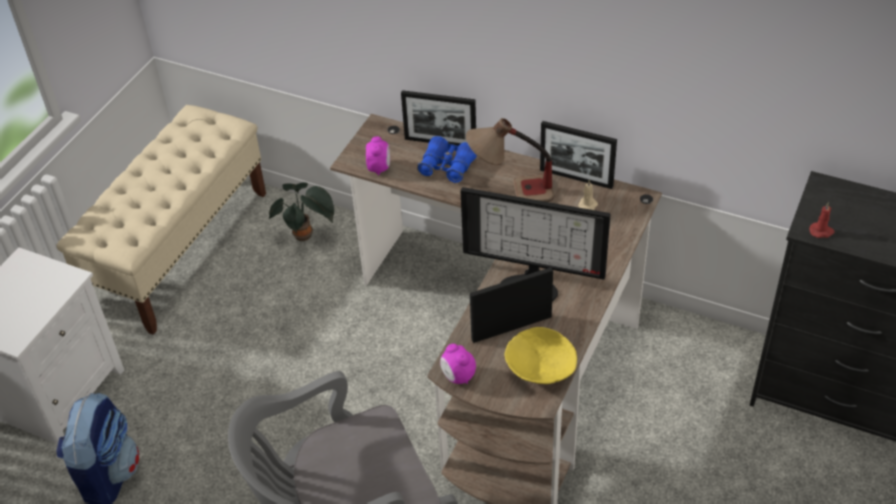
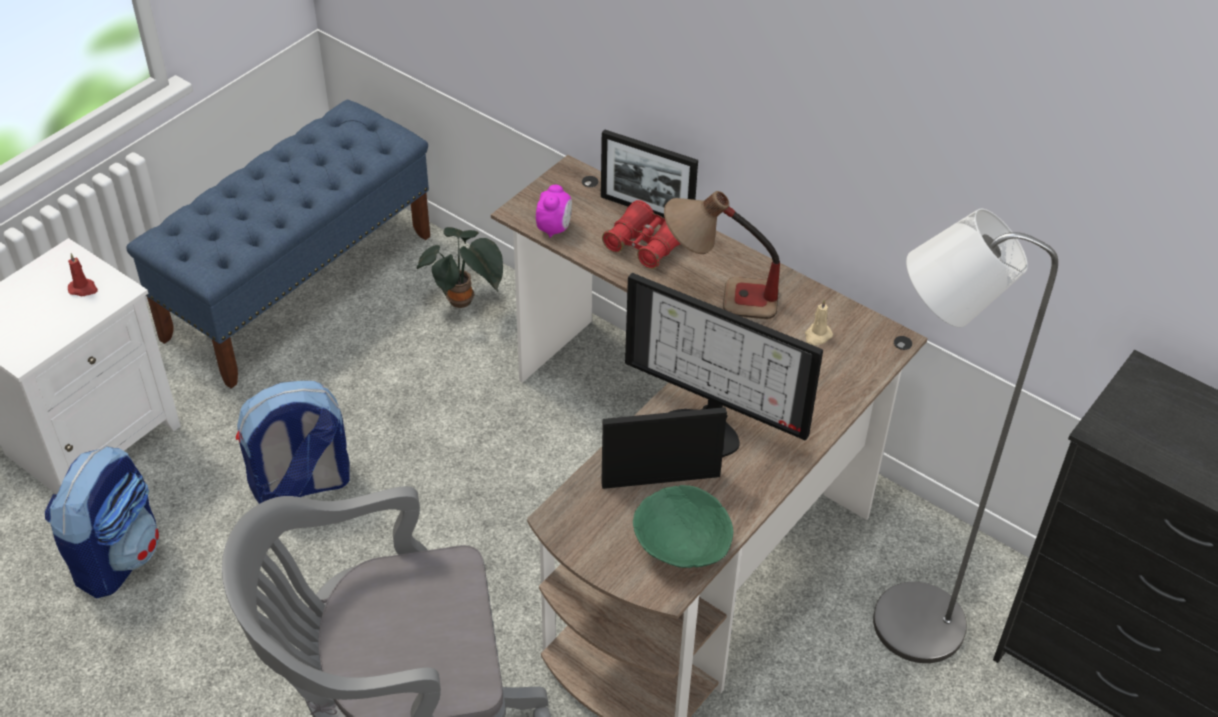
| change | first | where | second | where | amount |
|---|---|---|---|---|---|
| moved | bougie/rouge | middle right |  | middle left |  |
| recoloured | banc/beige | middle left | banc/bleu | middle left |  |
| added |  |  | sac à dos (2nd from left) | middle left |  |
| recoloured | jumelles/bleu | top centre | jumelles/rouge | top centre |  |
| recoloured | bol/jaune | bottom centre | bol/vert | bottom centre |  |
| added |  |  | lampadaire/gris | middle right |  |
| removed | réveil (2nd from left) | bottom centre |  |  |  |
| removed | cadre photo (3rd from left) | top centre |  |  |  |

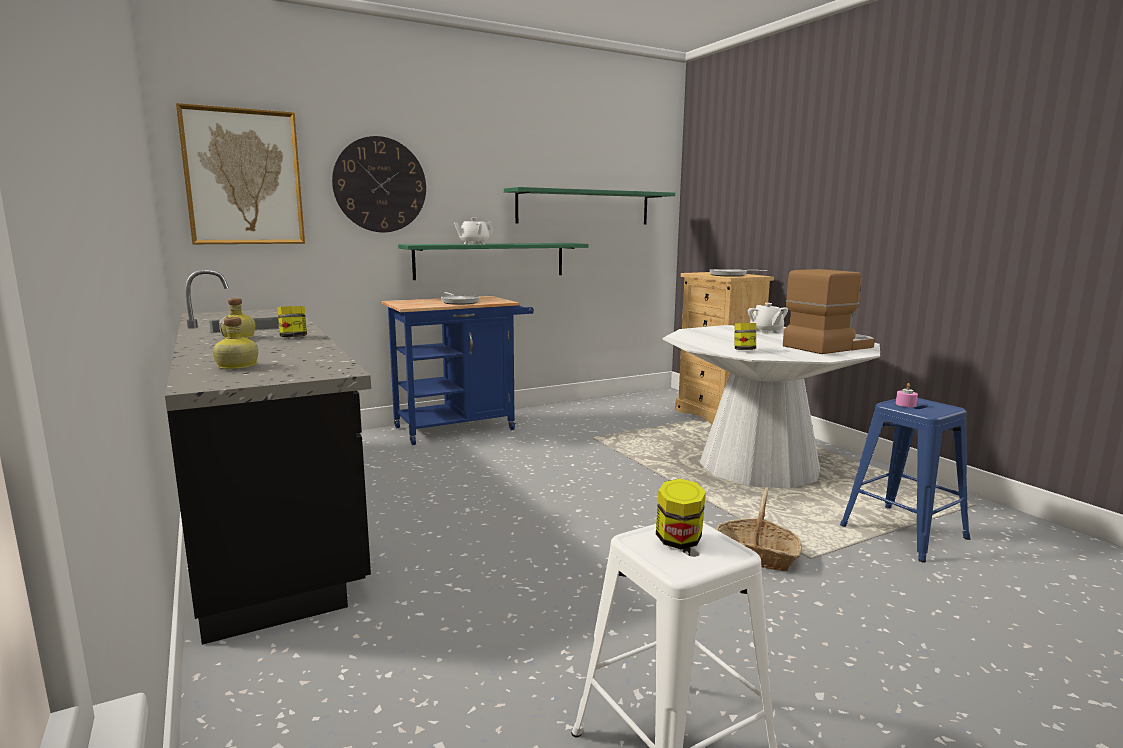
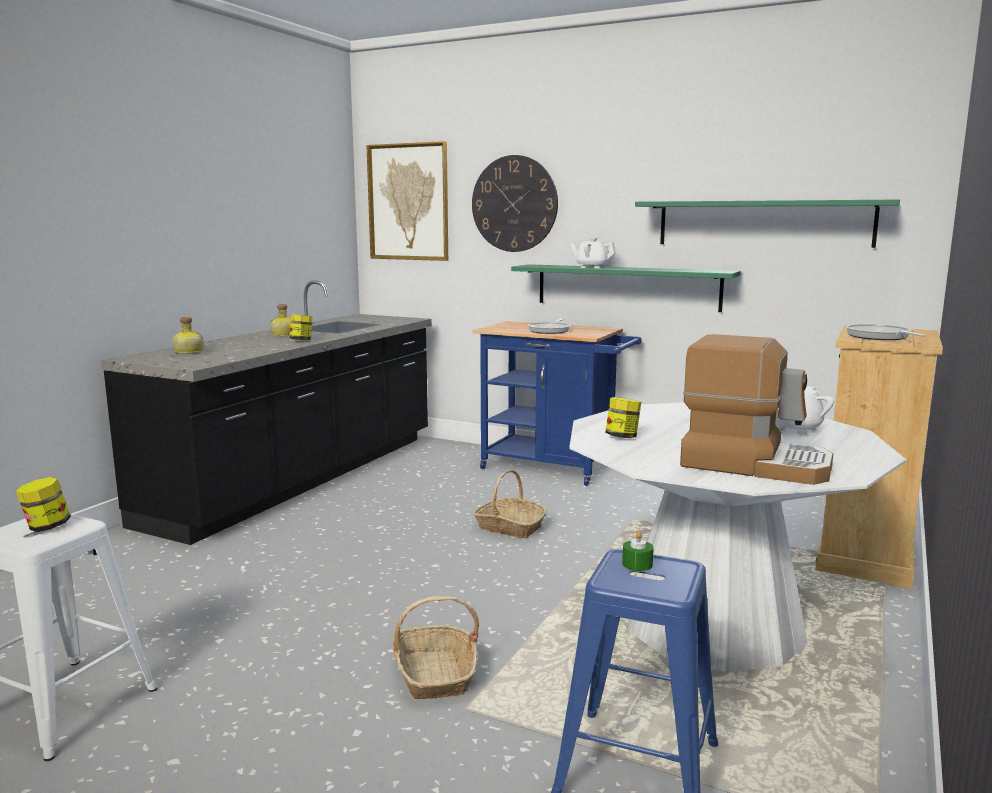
| change | first | where | second | where | amount |
|---|---|---|---|---|---|
| added |  |  | panier (2nd from left) | centre |  |
| recoloured | bougie/rose | middle right | bougie/vert | bottom centre |  |

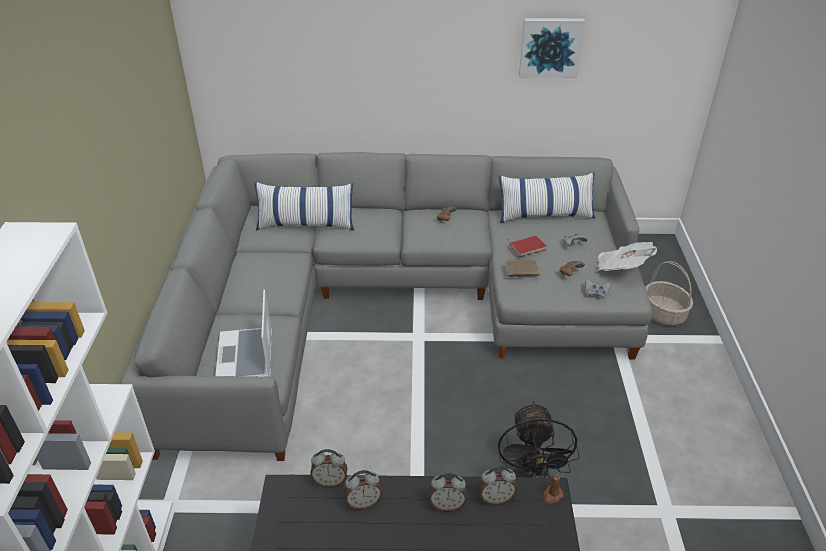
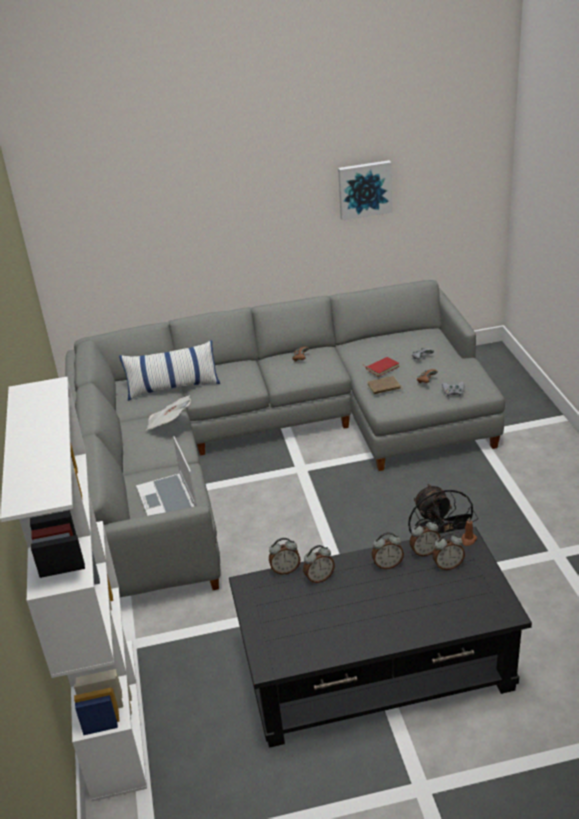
| change | first | where | second | where | amount |
|---|---|---|---|---|---|
| moved | journal | middle right |  | middle left |  |
| added |  |  | réveil (5th from left) | bottom right |  |
| removed | coussin (2nd from left) | centre |  |  |  |
| removed | panier | middle right |  |  |  |

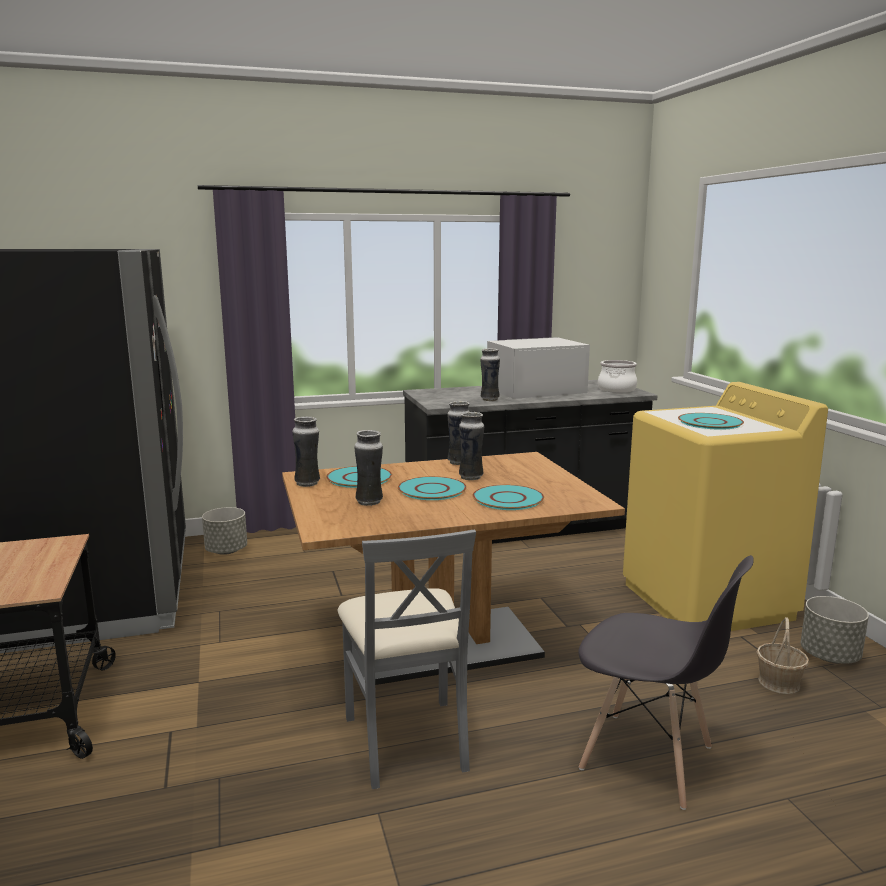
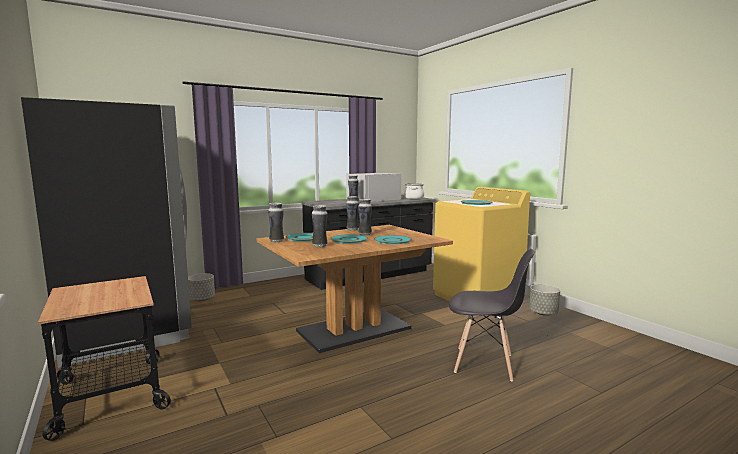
| change | first | where | second | where | amount |
|---|---|---|---|---|---|
| removed | chaise/gris (1st from left) | bottom centre |  |  |  |
| removed | panier | bottom right |  |  |  |

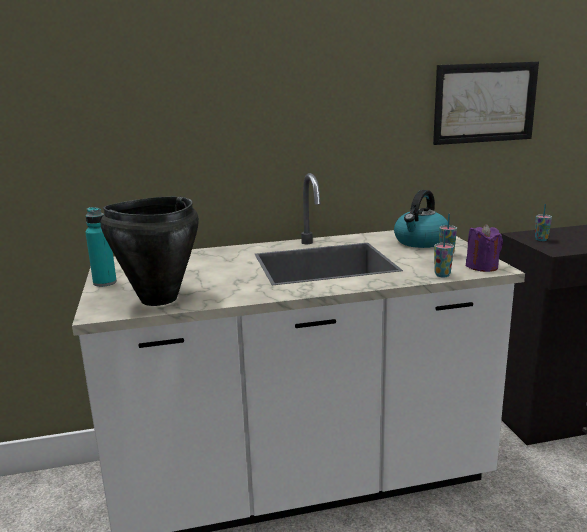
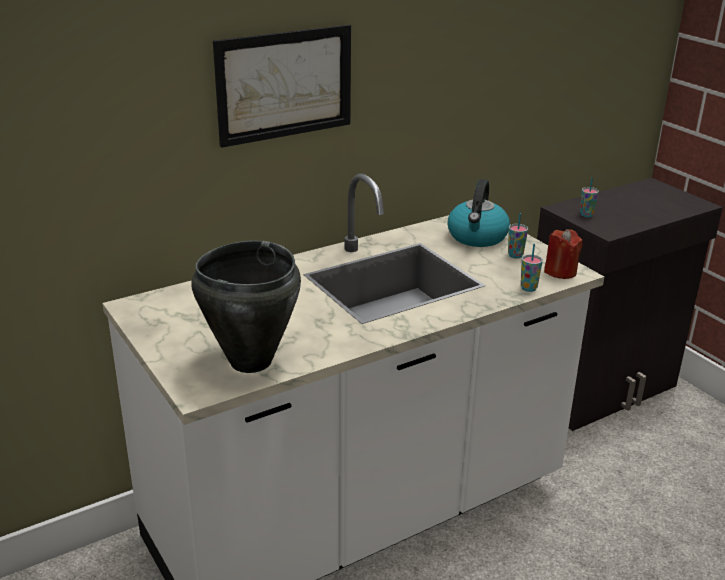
| change | first | where | second | where | amount |
|---|---|---|---|---|---|
| moved | tableau | top right |  | top centre |  |
| recoloured | bougie/violet | middle right | bougie/rouge | middle right |  |
| removed | bouteille/turquoise | middle left |  |  |  |

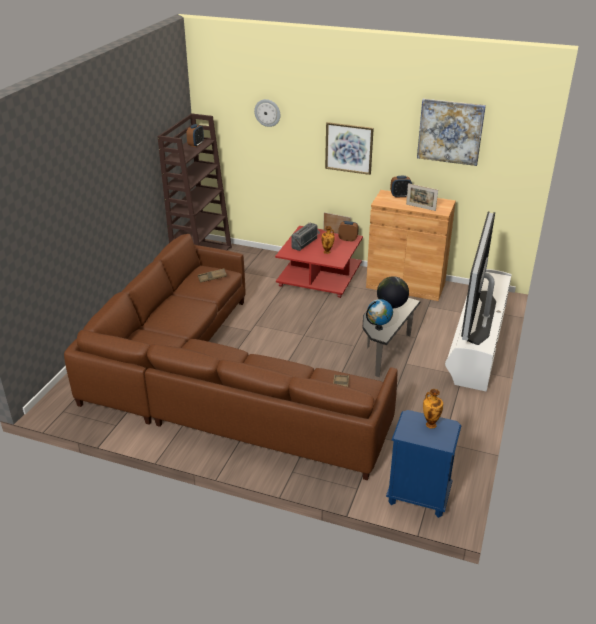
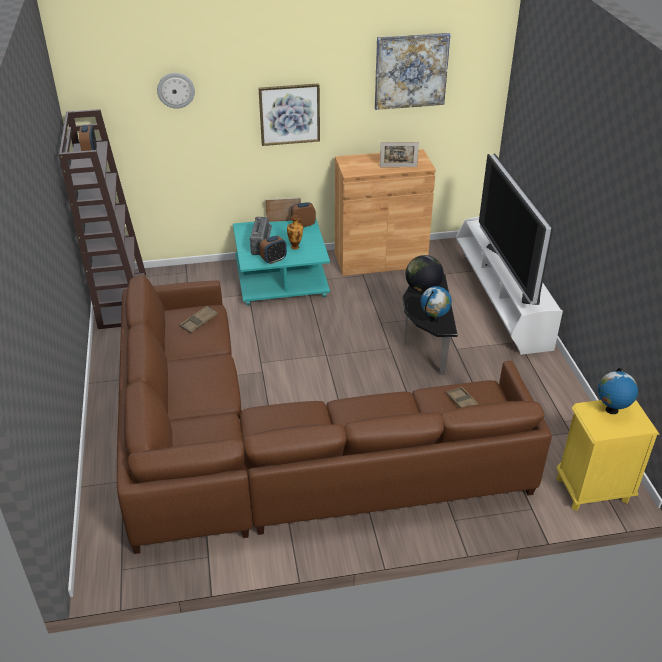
| change | first | where | second | where | amount |
|---|---|---|---|---|---|
| recoloured | table basse/rouge | centre | table basse/turquoise | centre |  |
| moved | réveil (3rd from left in the first image) | top right | réveil (2nd from left) | centre |  |
| recoloured | table de chevet/bleu | bottom right | table de chevet/jaune | bottom right |  |
| replaced | vase (2nd from left) | middle right | globe (3rd from left) | middle right |  |

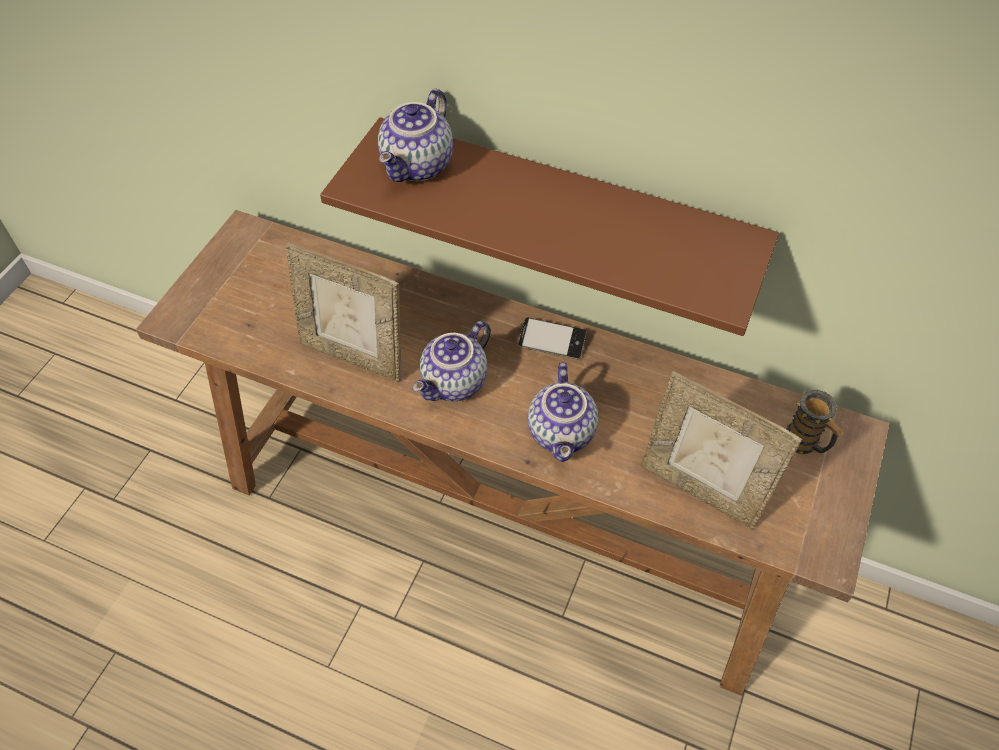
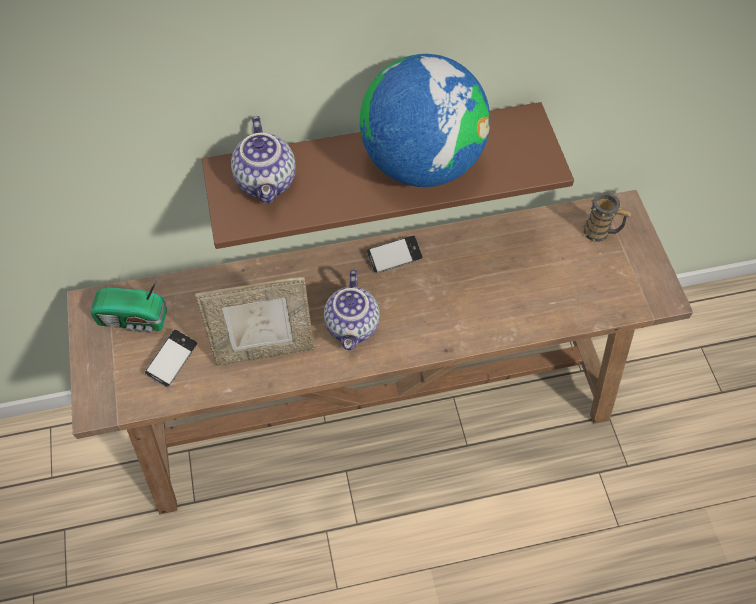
| change | first | where | second | where | amount |
|---|---|---|---|---|---|
| added |  |  | radio | middle left |  |
| added |  |  | téléphone (1st from left) | middle left |  |
| added |  |  | globe | top centre |  |
| removed | théière (3rd from left) | centre |  |  |  |
| removed | cadre photo (2nd from left) | middle right |  |  |  |

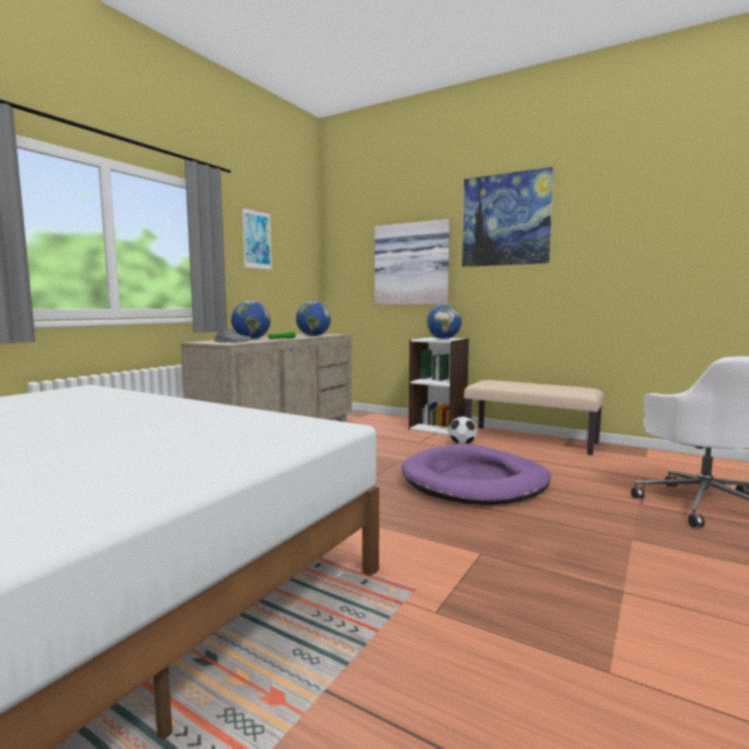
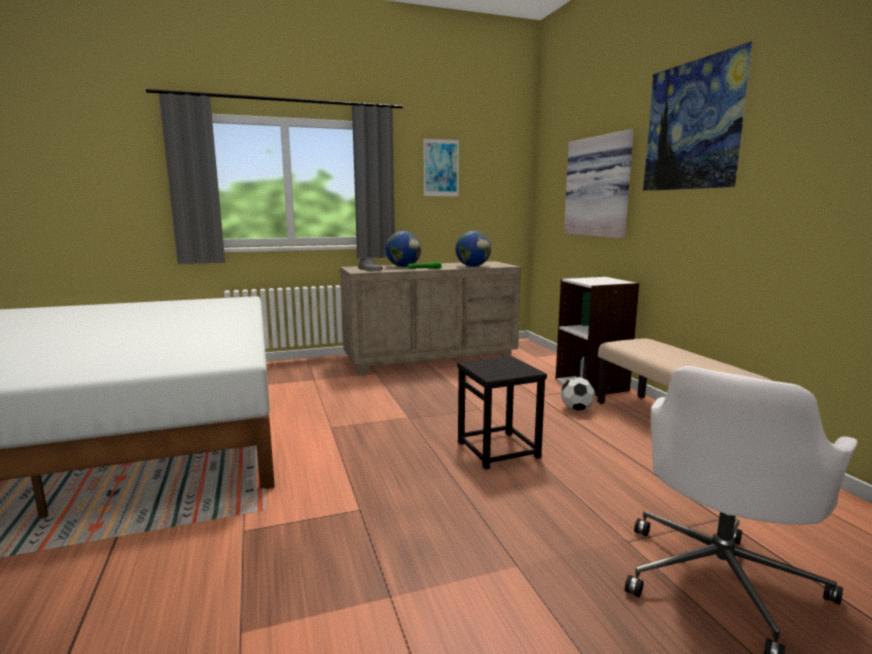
| change | first | where | second | where | amount |
|---|---|---|---|---|---|
| replaced | panier pour chien/violet | centre | tabouret/noir | centre |  |
| removed | globe (3rd from left) | centre |  |  |  |

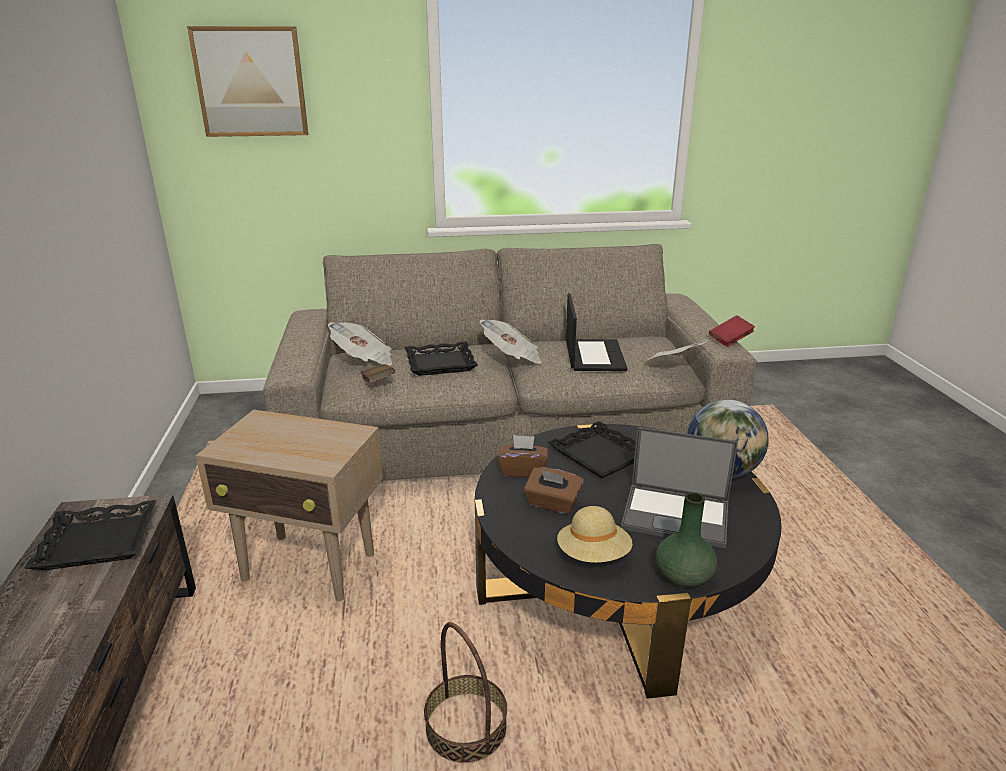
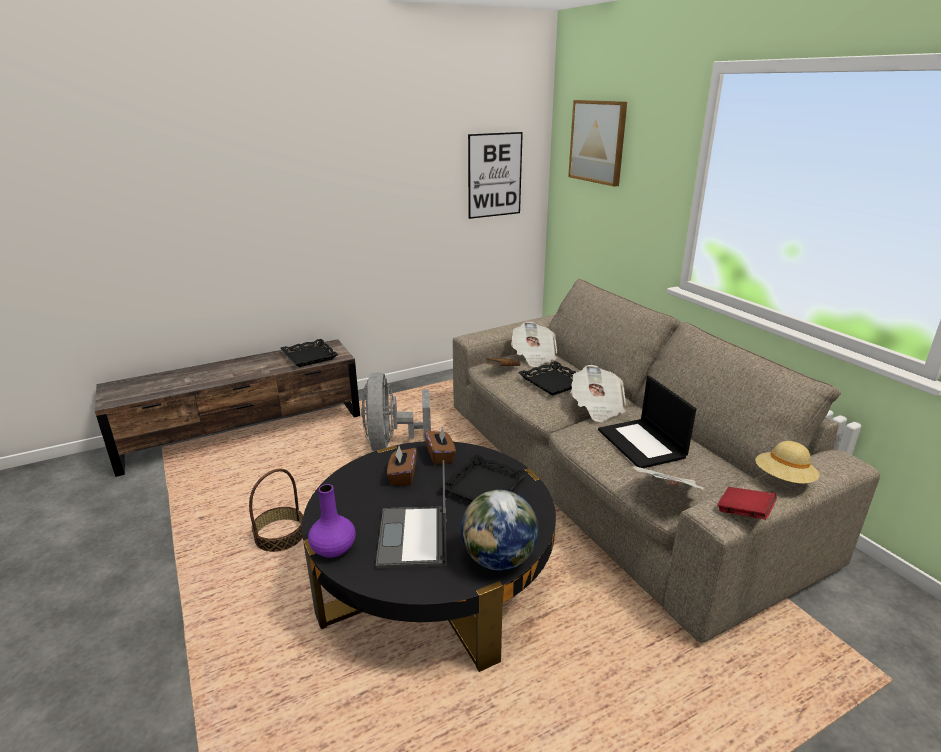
| change | first | where | second | where | amount |
|---|---|---|---|---|---|
| recoloured | vase/vert | bottom right | vase/violet | bottom centre |  |
| replaced | table d'appoint/beige | middle left | ventilateur/gris | centre |  |
| added |  |  | tableau (1st from left) | top centre |  |
| turned | ordinateur portable (1st from left in the first image) | centre | ordinateur portable (2nd from left) | middle right | 90 degrees clockwise |
| moved | chapeau/beige | bottom centre |  | middle right |  |

